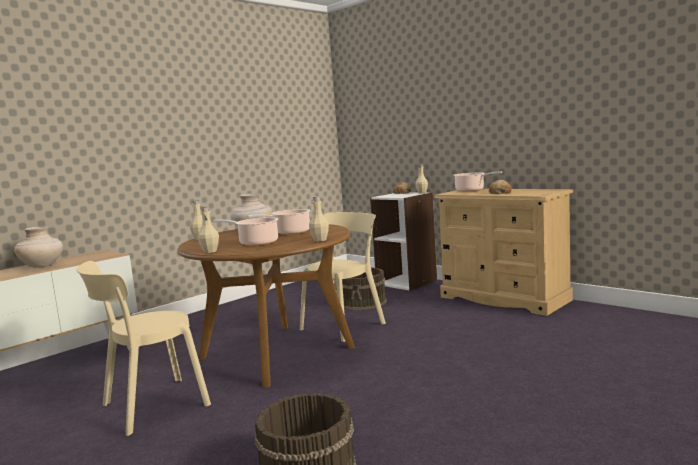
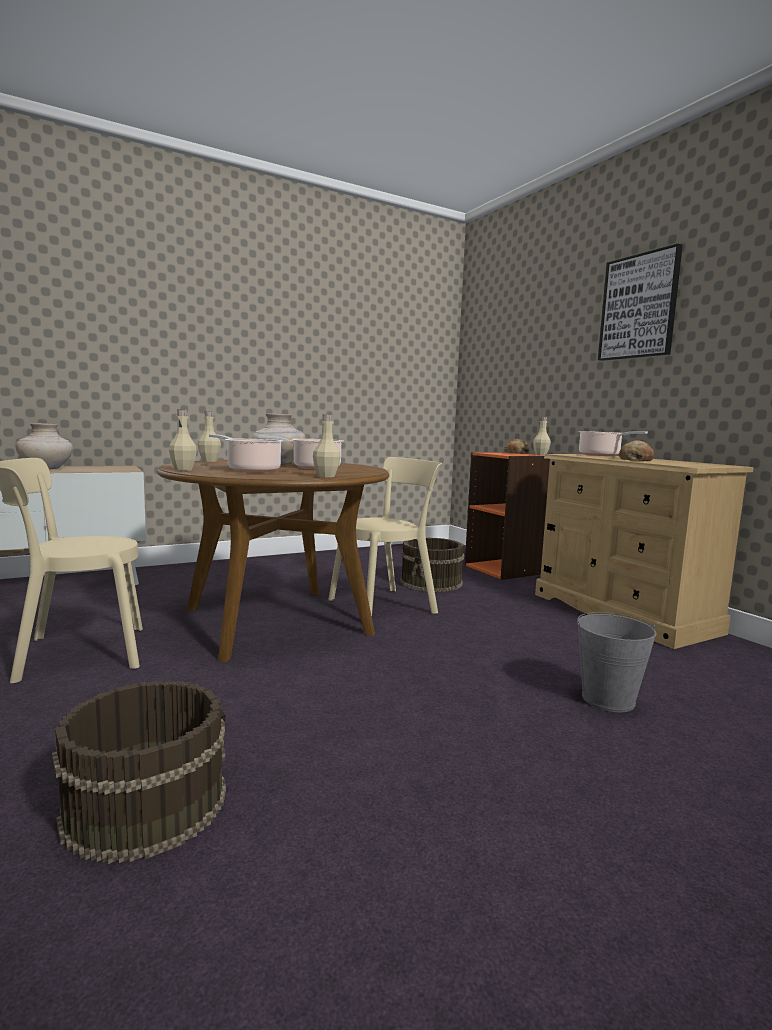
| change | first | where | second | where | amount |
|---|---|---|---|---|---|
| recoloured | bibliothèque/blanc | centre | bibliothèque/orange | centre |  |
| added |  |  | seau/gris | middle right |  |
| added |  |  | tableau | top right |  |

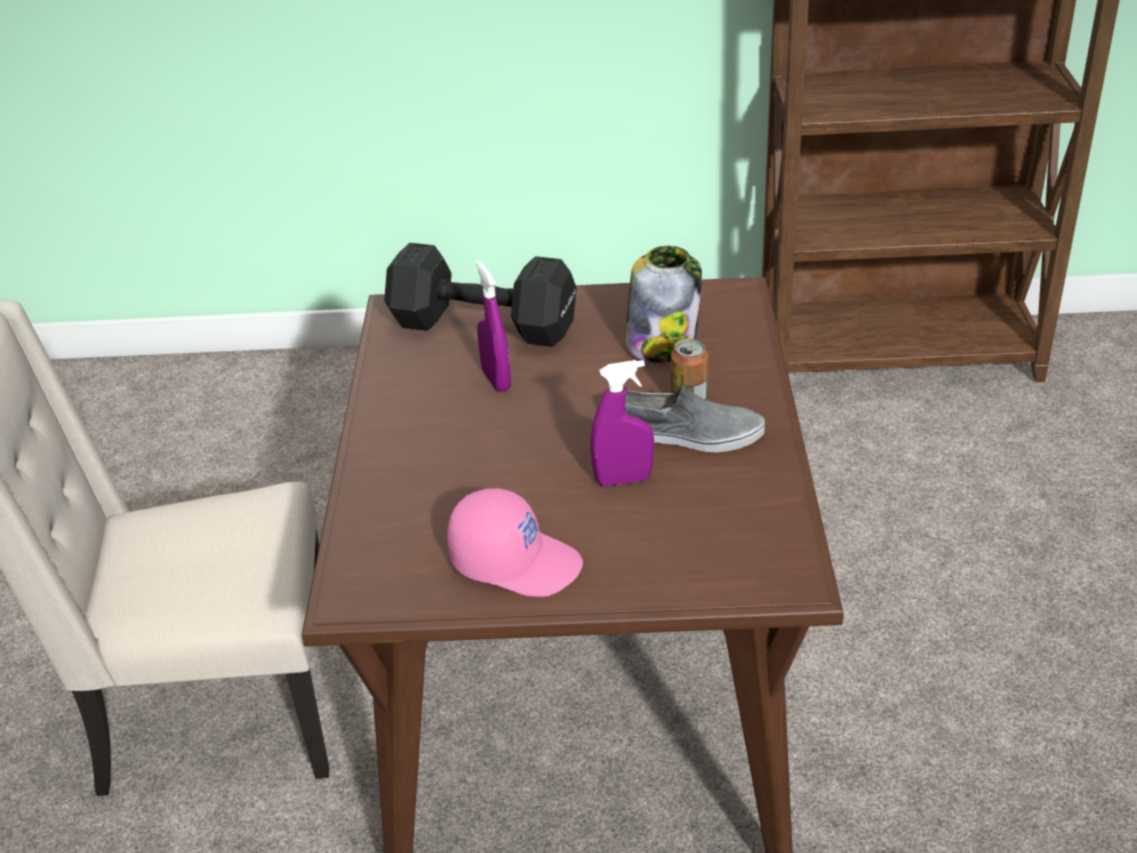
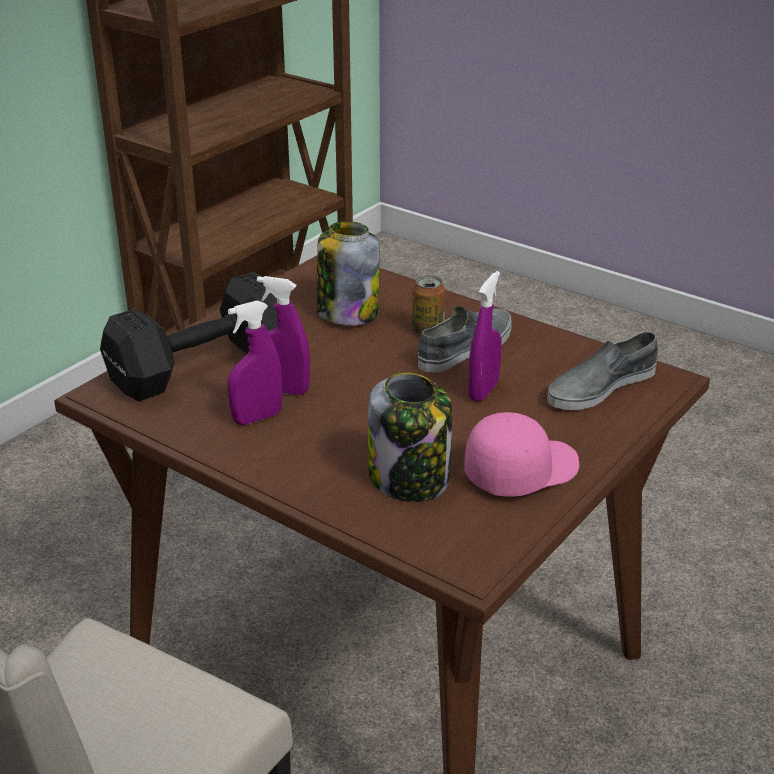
| change | first | where | second | where | amount |
|---|---|---|---|---|---|
| added |  |  | vaporisateur/violet (1st from left) | middle left |  |
| added |  |  | bocal (2nd from left) | centre |  |
| added |  |  | chaussure/gris (2nd from left) | middle right |  |

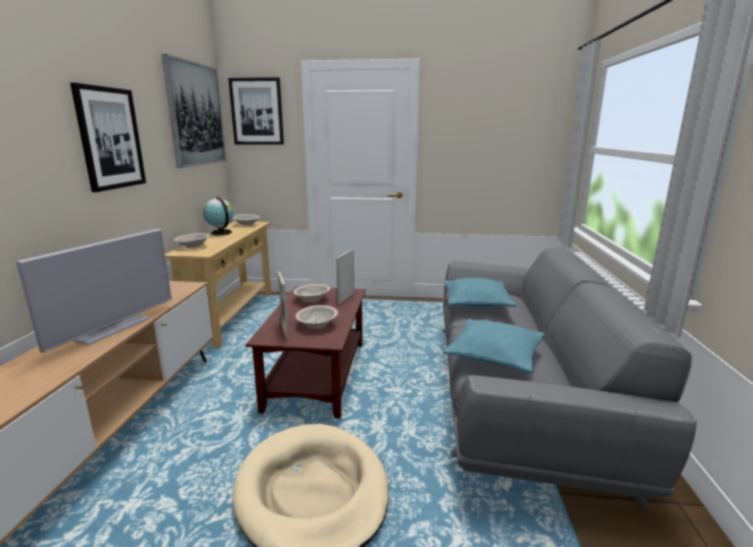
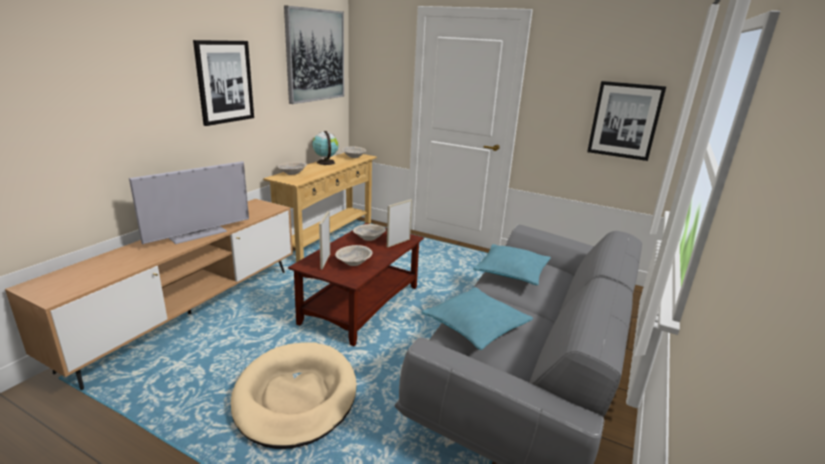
| change | first | where | second | where | amount |
|---|---|---|---|---|---|
| moved | tableau (3rd from left) | top centre |  | top right |  |

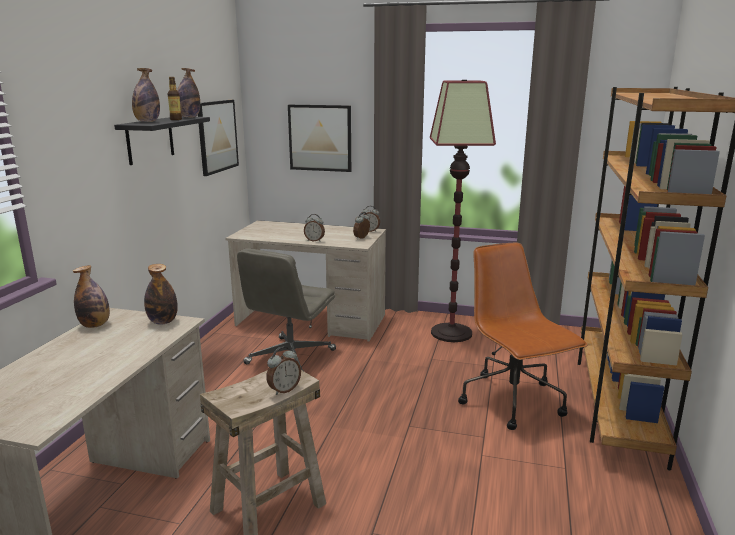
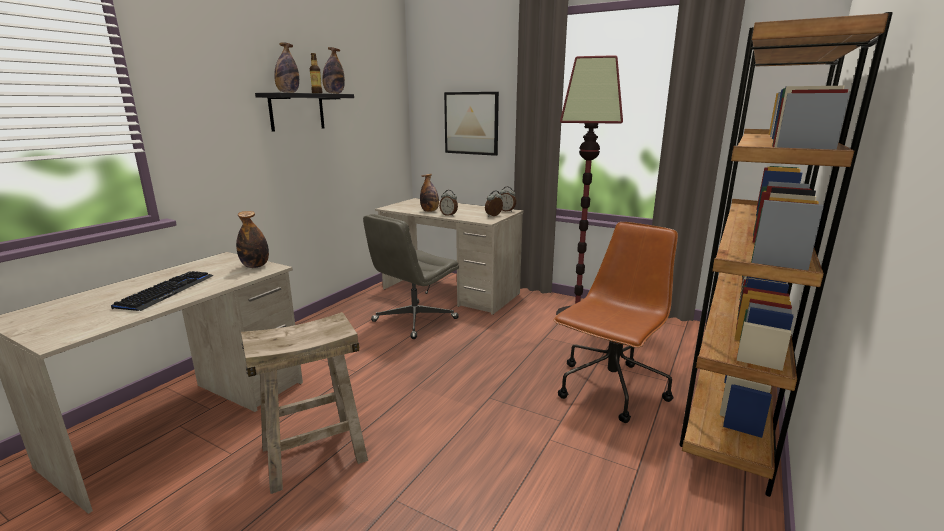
| change | first | where | second | where | amount |
|---|---|---|---|---|---|
| added |  |  | clavier | middle left |  |
| moved | bouteille (1st from left in the first image) | middle left | bouteille (5th from left) | centre |  |
| turned | chaise de bureau/marron | middle right |  | centre | 45 degrees clockwise |
| removed | tableau (1st from left) | top left |  |  |  |
| removed | réveil (1st from left) | bottom centre |  |  |  |

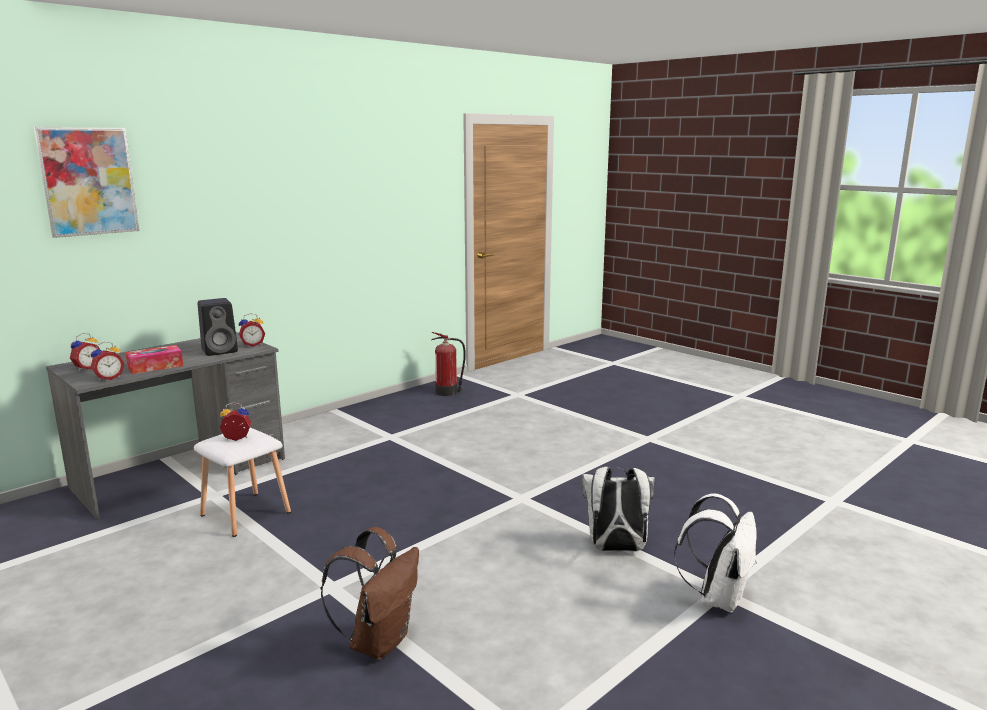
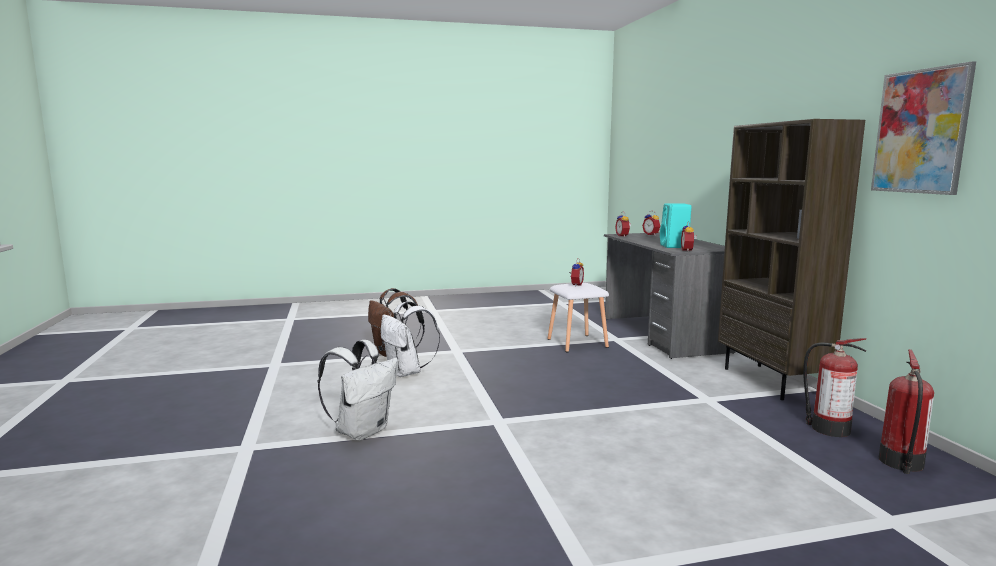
| change | first | where | second | where | amount |
|---|---|---|---|---|---|
| moved | sac à dos/blanc (2nd from left) | bottom right |  | centre |  |
| recoloured | enceinte/noir | middle left | enceinte/turquoise | middle right |  |
| added |  |  | bibliothèque/marron | middle right |  |
| added |  |  | extincteur (1st from left) | bottom right |  |
| moved | tableau | top left |  | top right |  |
| removed | boîte à mouchoirs | middle left |  |  |  |

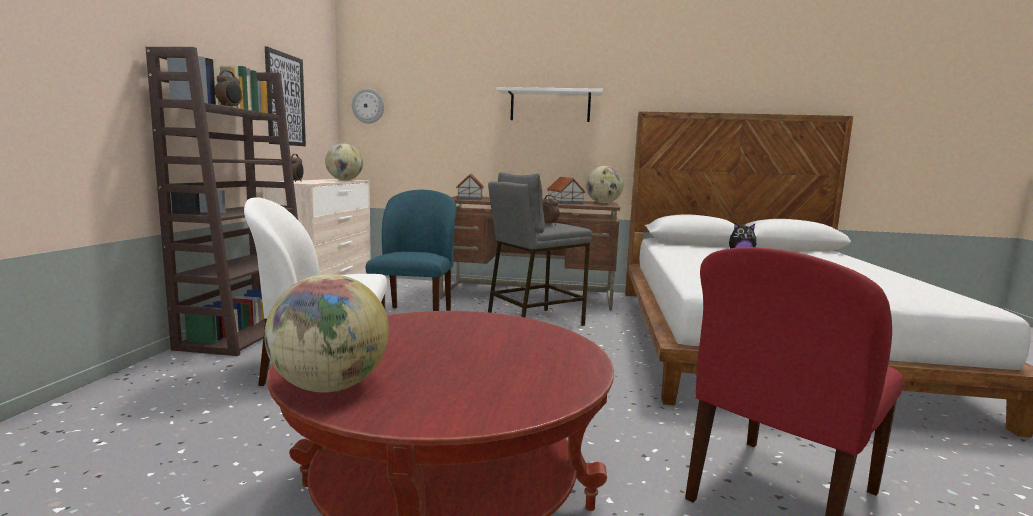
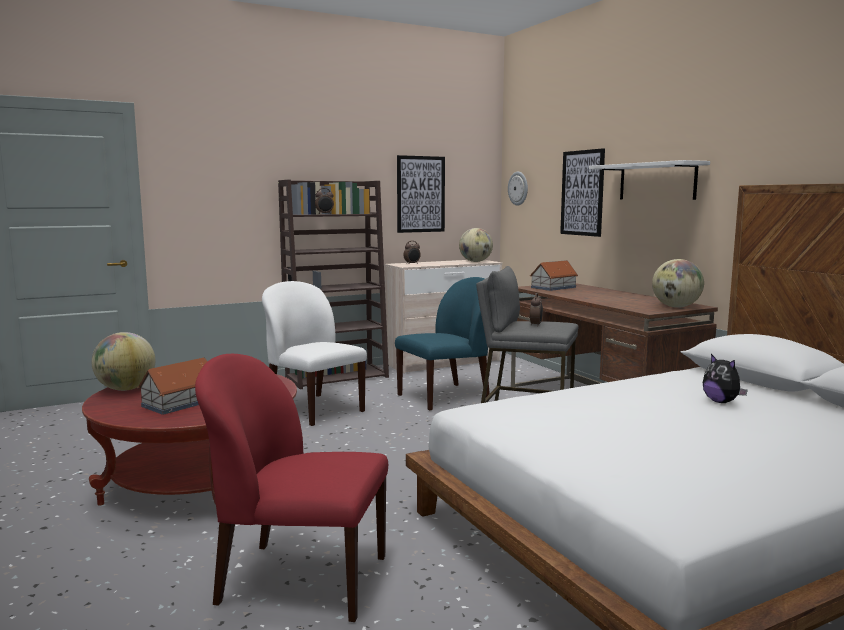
| change | first | where | second | where | amount |
|---|---|---|---|---|---|
| moved | maison miniature (2nd from left in the first image) | centre | maison miniature (1st from left) | middle left |  |
| added |  |  | tableau (2nd from left) | top right |  |

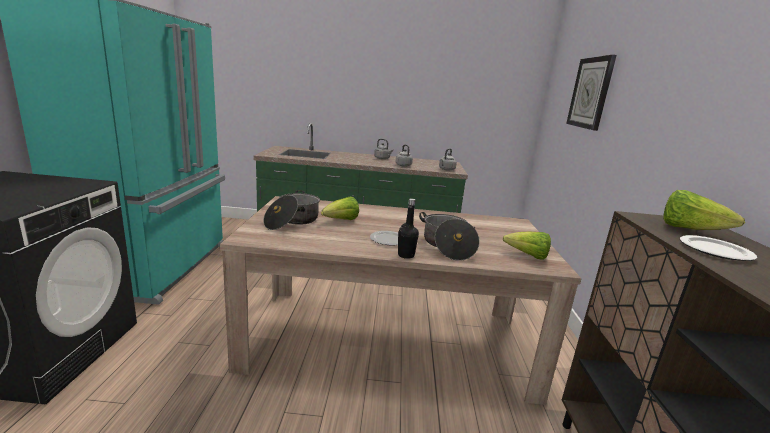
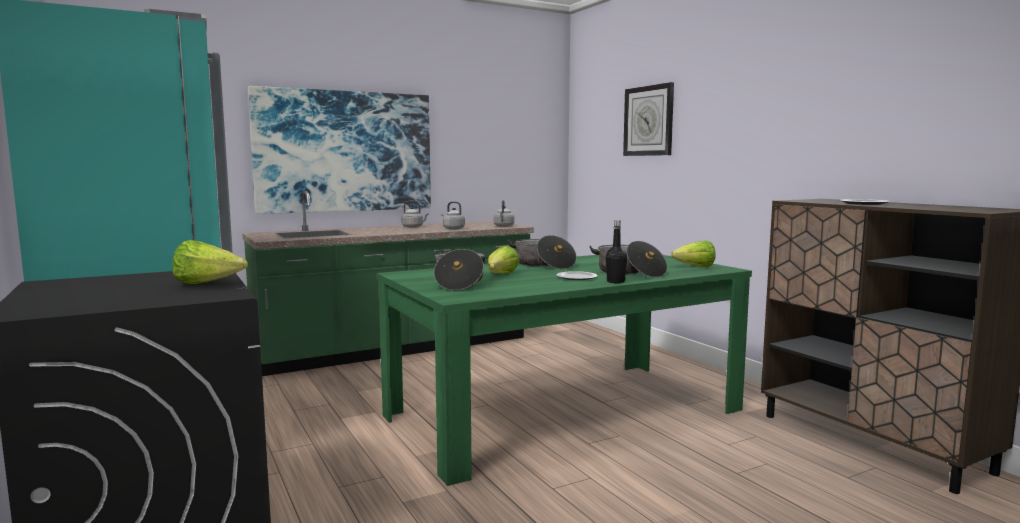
| change | first | where | second | where | amount |
|---|---|---|---|---|---|
| moved | laitue (3rd from left in the first image) | middle right | laitue (1st from left) | middle left |  |
| added |  |  | tableau | top left |  |
| recoloured | table à manger/beige | bottom centre | table à manger/vert | bottom centre |  |
| added |  |  | marmite (2nd from left) | centre |  |

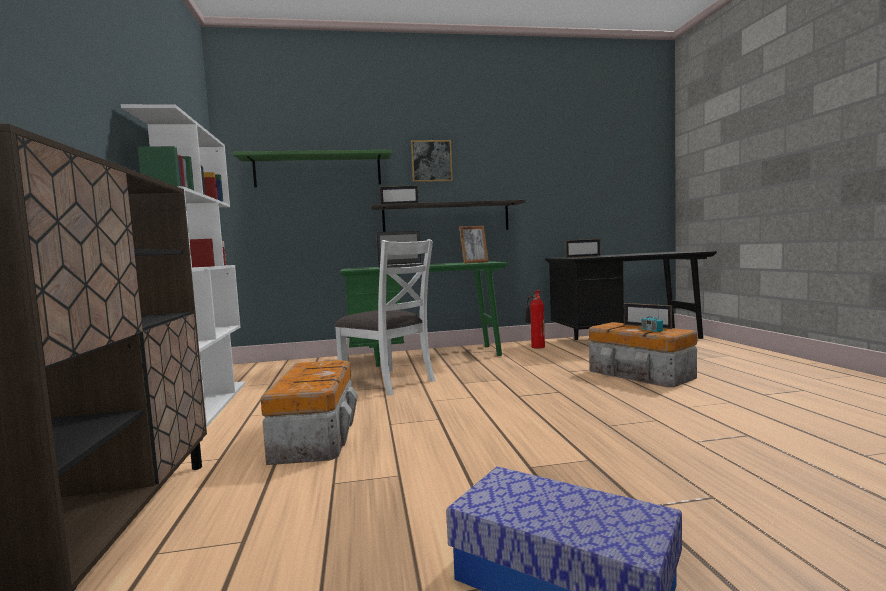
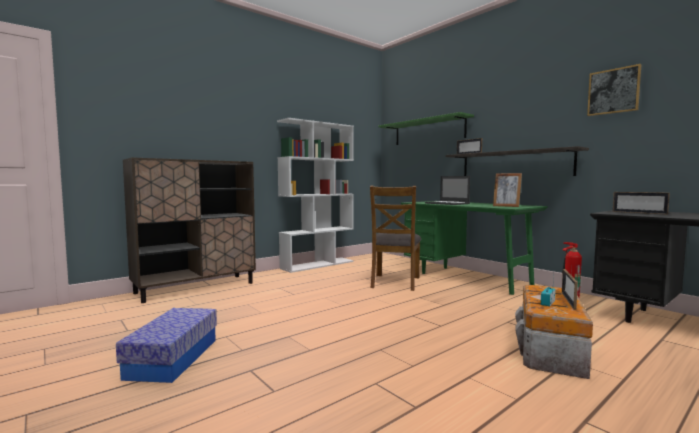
| change | first | where | second | where | amount |
|---|---|---|---|---|---|
| recoloured | chaise/blanc | centre | chaise/marron | centre |  |
| moved | tableau | top centre |  | top right |  |
| removed | boîte de rangement (1st from left) | bottom centre |  |  |  |

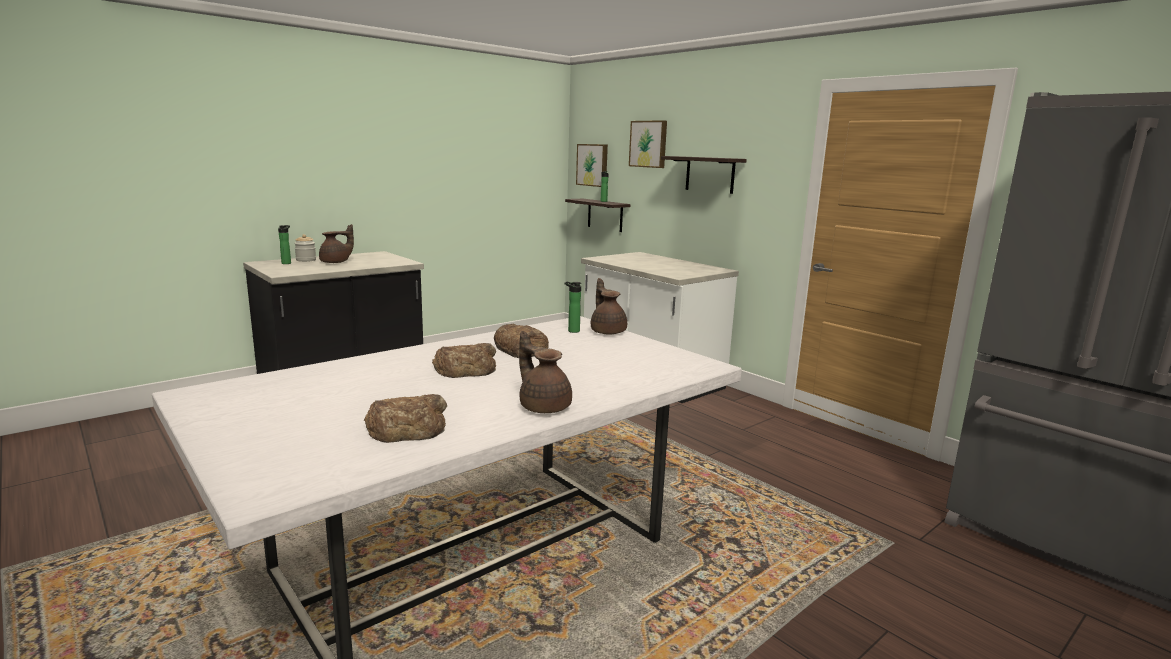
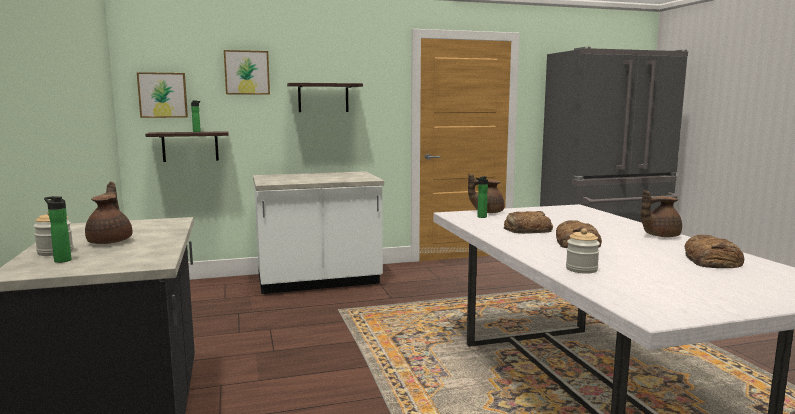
| change | first | where | second | where | amount |
|---|---|---|---|---|---|
| added |  |  | bocal (2nd from left) | middle right |  |

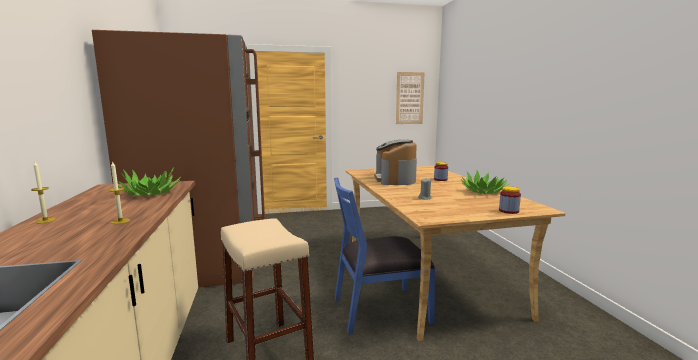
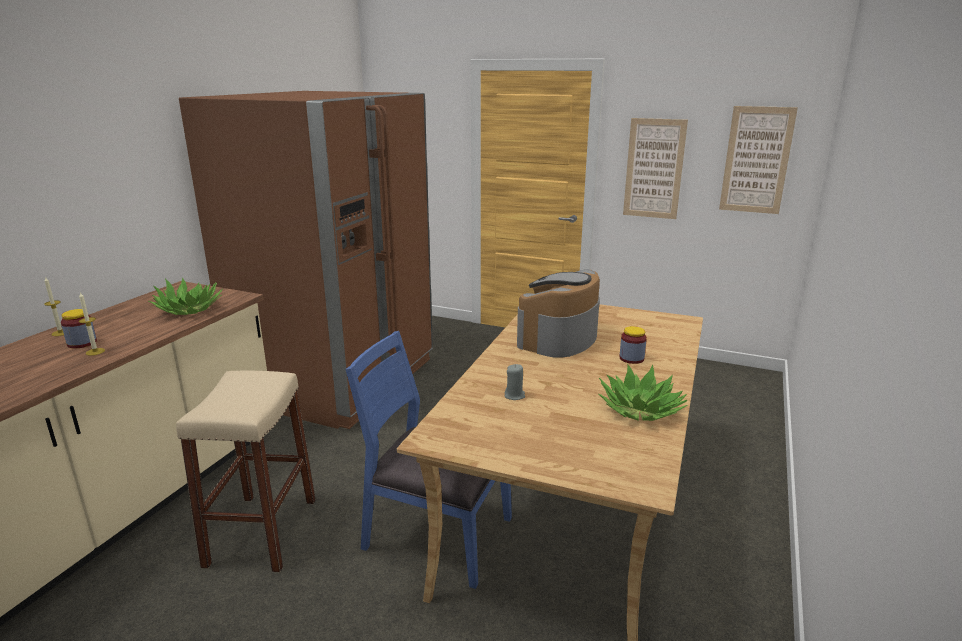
| change | first | where | second | where | amount |
|---|---|---|---|---|---|
| moved | bocal (2nd from left in the first image) | middle right | bocal (1st from left) | middle left |  |
| added |  |  | tableau (1st from left) | top right |  |

